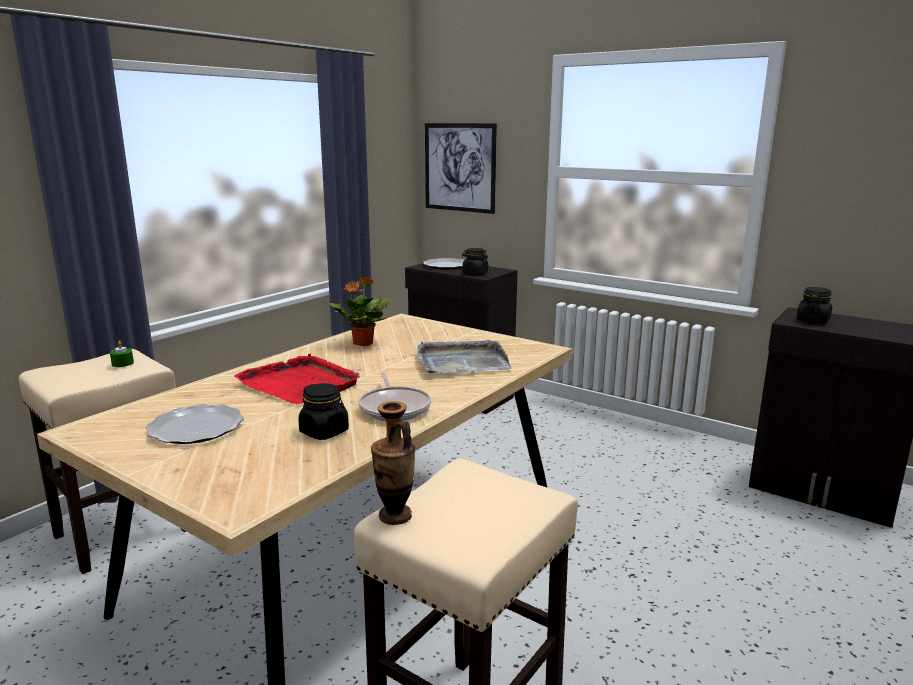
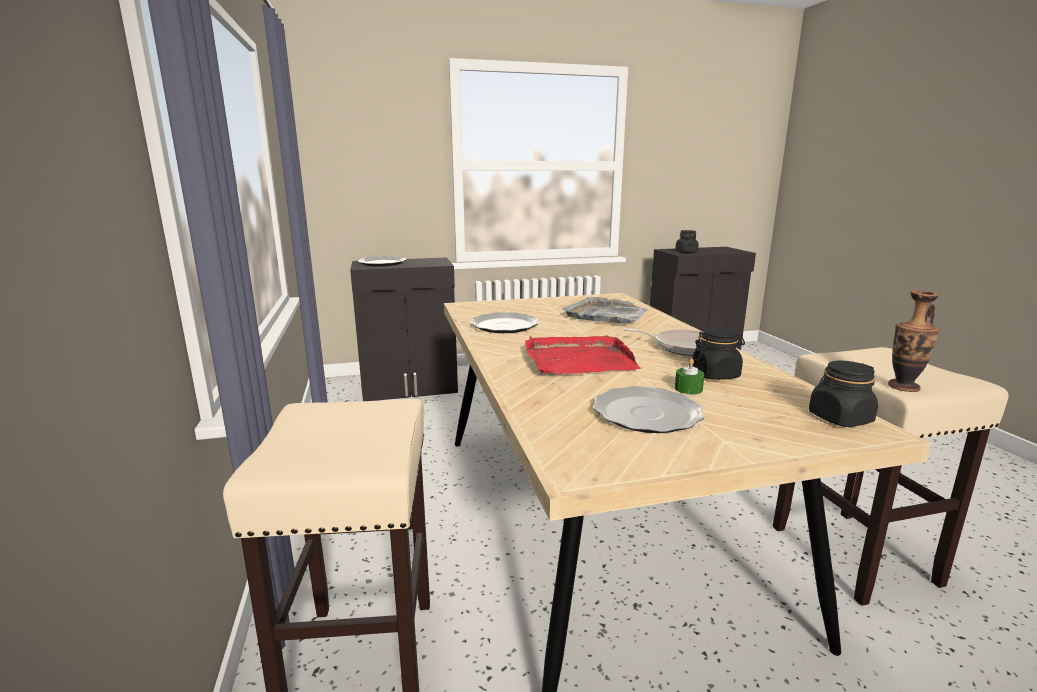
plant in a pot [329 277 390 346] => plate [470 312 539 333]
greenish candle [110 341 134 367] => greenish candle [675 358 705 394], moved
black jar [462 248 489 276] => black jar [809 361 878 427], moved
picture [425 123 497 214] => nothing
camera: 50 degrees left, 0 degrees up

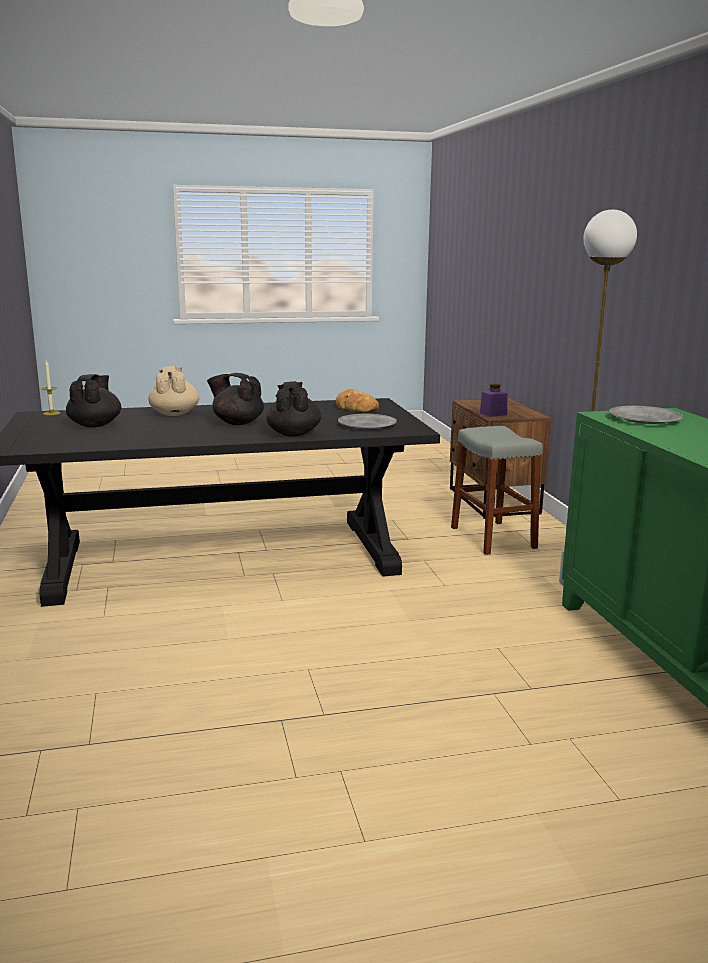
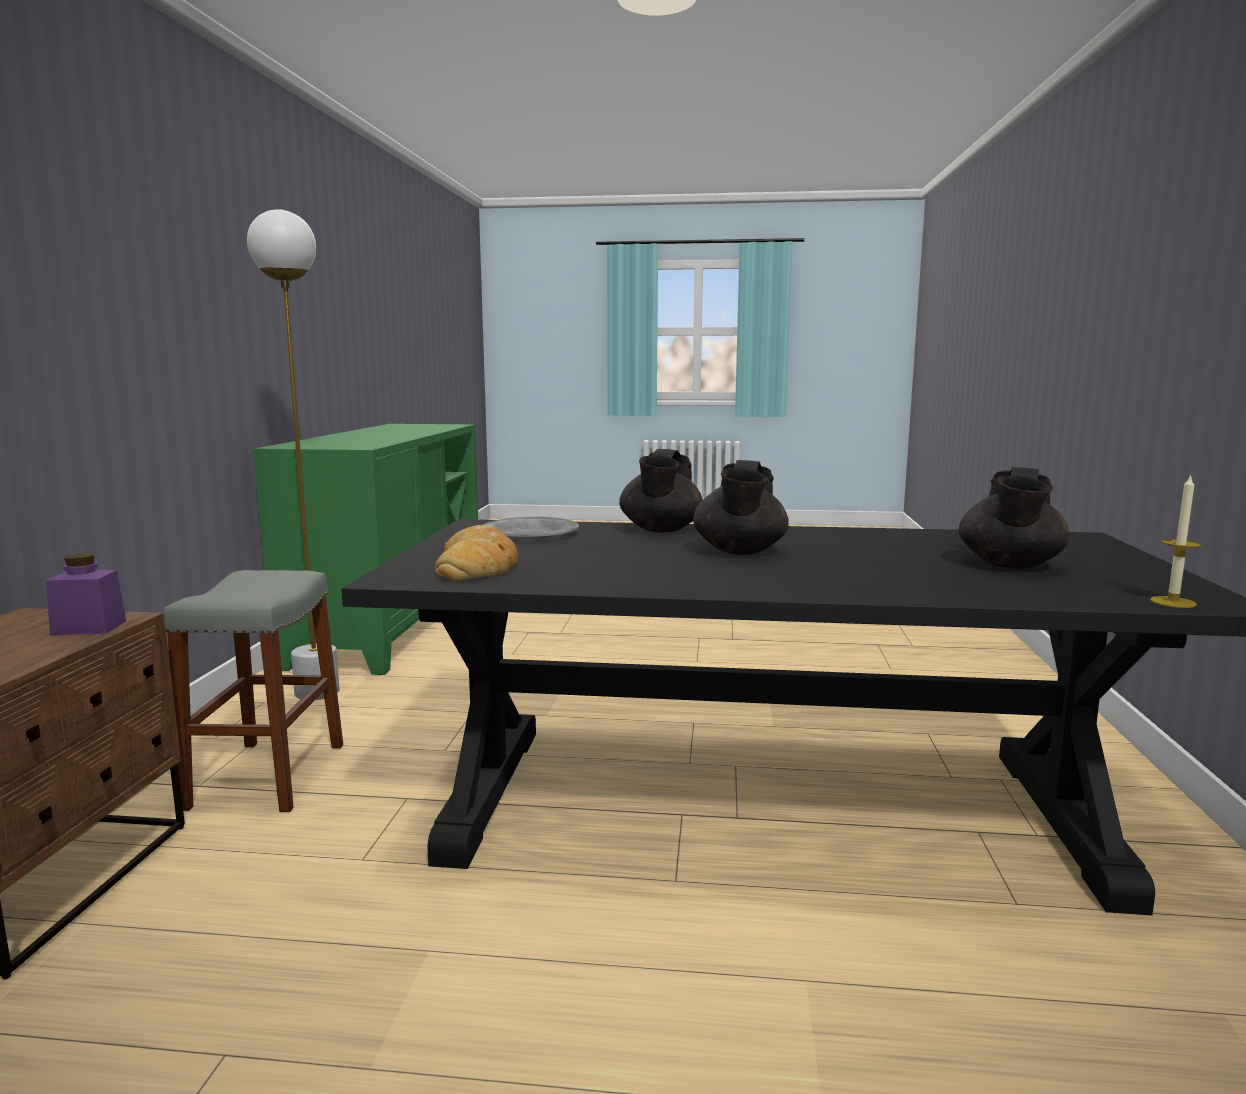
black teapot [207 373 264 425] => black teapot [693 460 789 555], 60 degrees clockwise
sand-coloured teapot [148 366 199 416] => nothing
grey plate [609 406 683 424] => nothing
camera: 160 degrees left, 5 degrees down

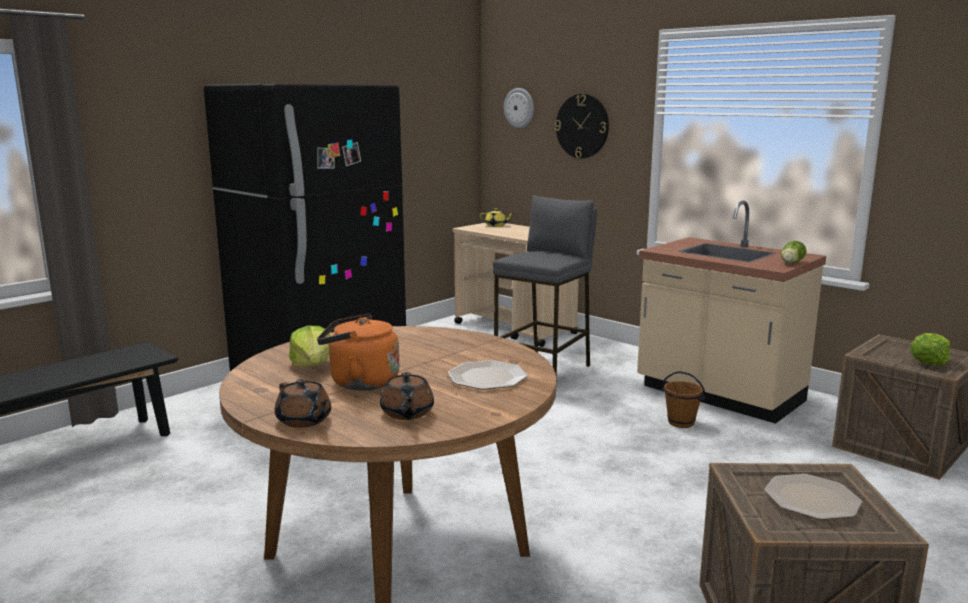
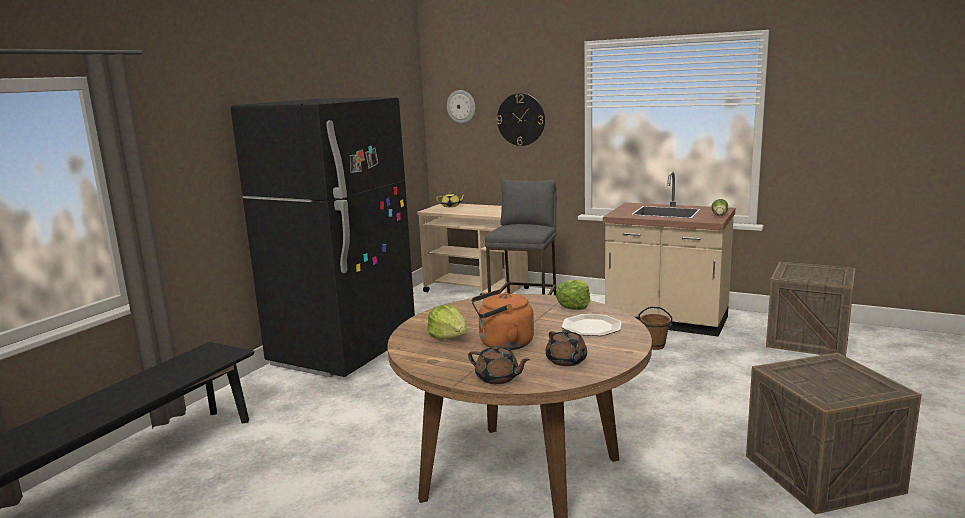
head of lettuce [910 333 950 365] => head of lettuce [556 279 590 310], moved
plate [764 474 862 520] => nothing
camera: 15 degrees left, 0 degrees up

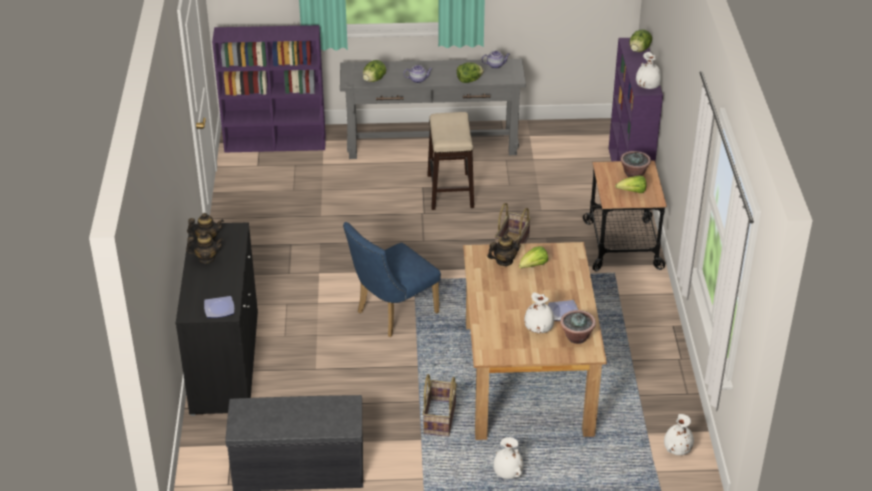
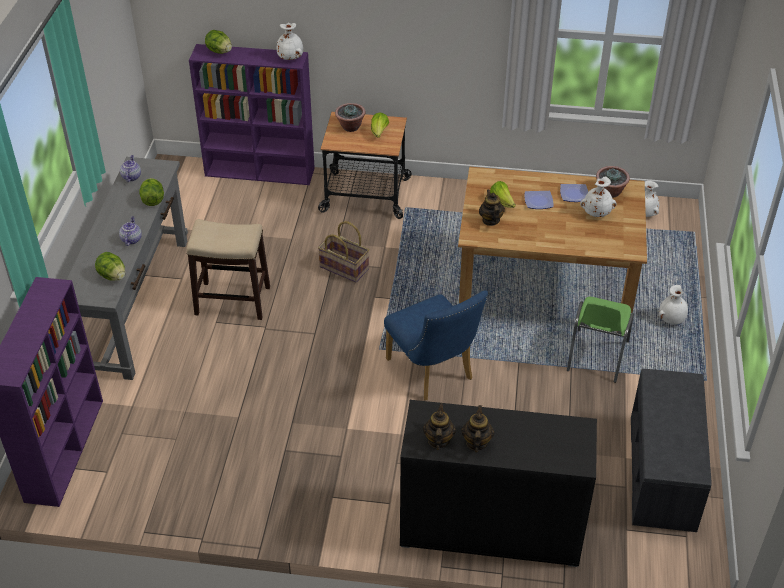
plate [204 296 234 318] => plate [525 191 553 209], moved
basket [423 374 457 437] => greenish plain chair [567 297 634 383]
camera: 80 degrees left, 5 degrees up

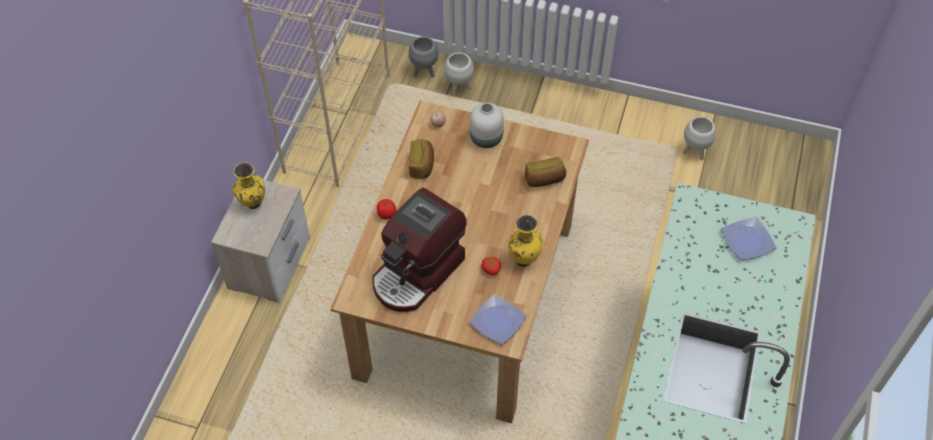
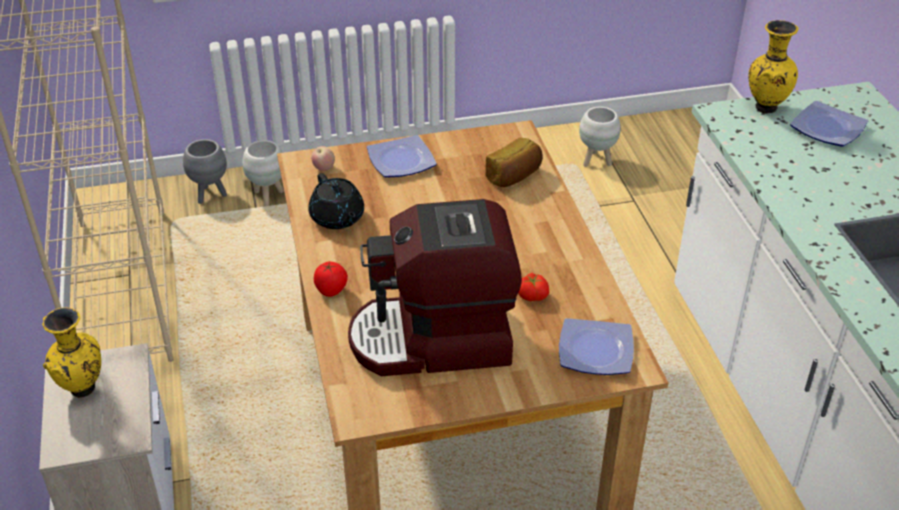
bakery bread [409 139 434 179] => black teapot [308 173 364 229]
coffee brewer [372 188 467 312] => coffee brewer [348 199 522 376], 75 degrees clockwise
whitish decorative vase [470 103 504 148] => plate [367 135 437 178]
yellow decorative vase [508 215 543 267] => yellow decorative vase [748 20 798 113], moved
camera: 30 degrees left, 15 degrees down

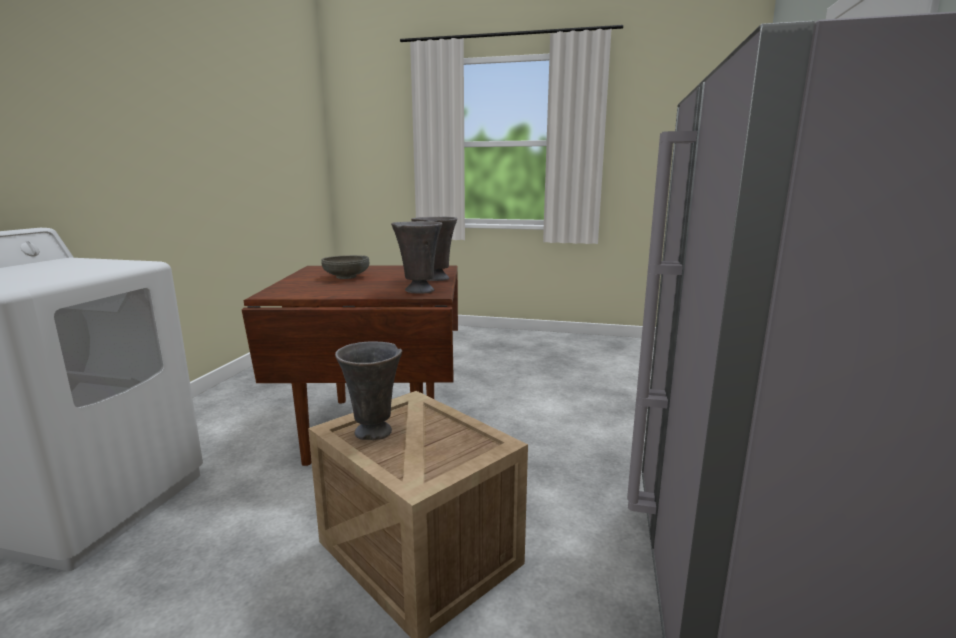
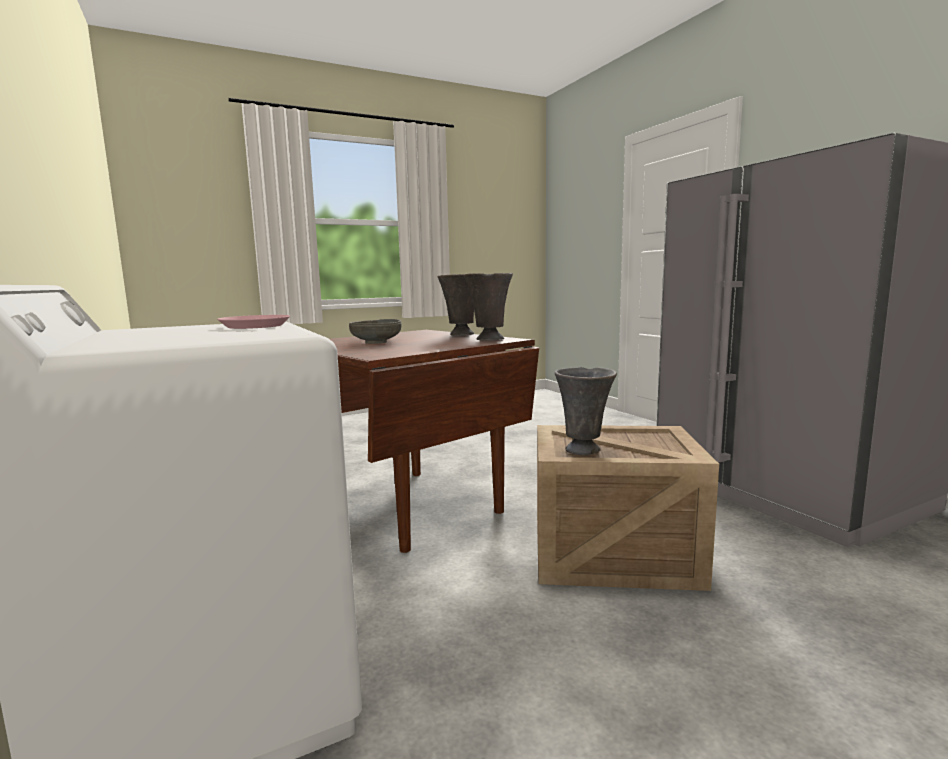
nothing => pinkish plate [217 315 290 329]
camera: 40 degrees left, 5 degrees down

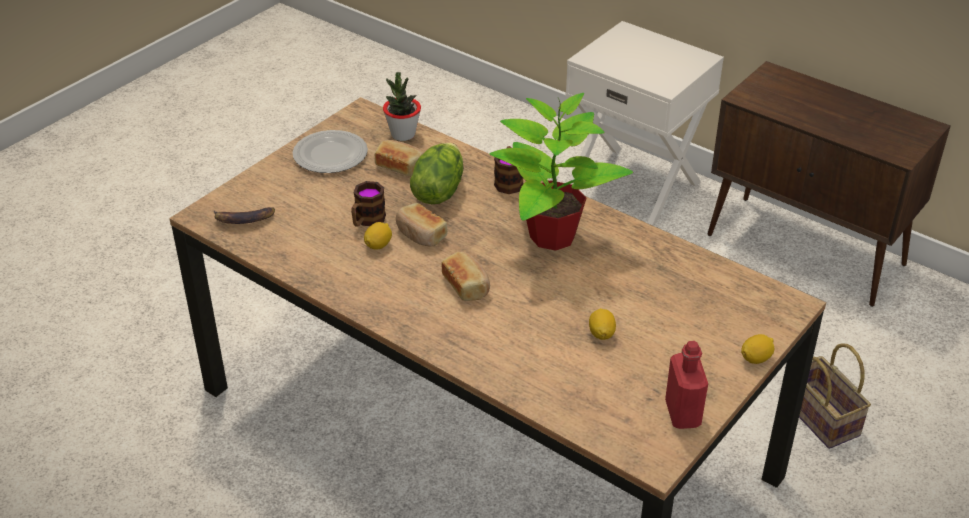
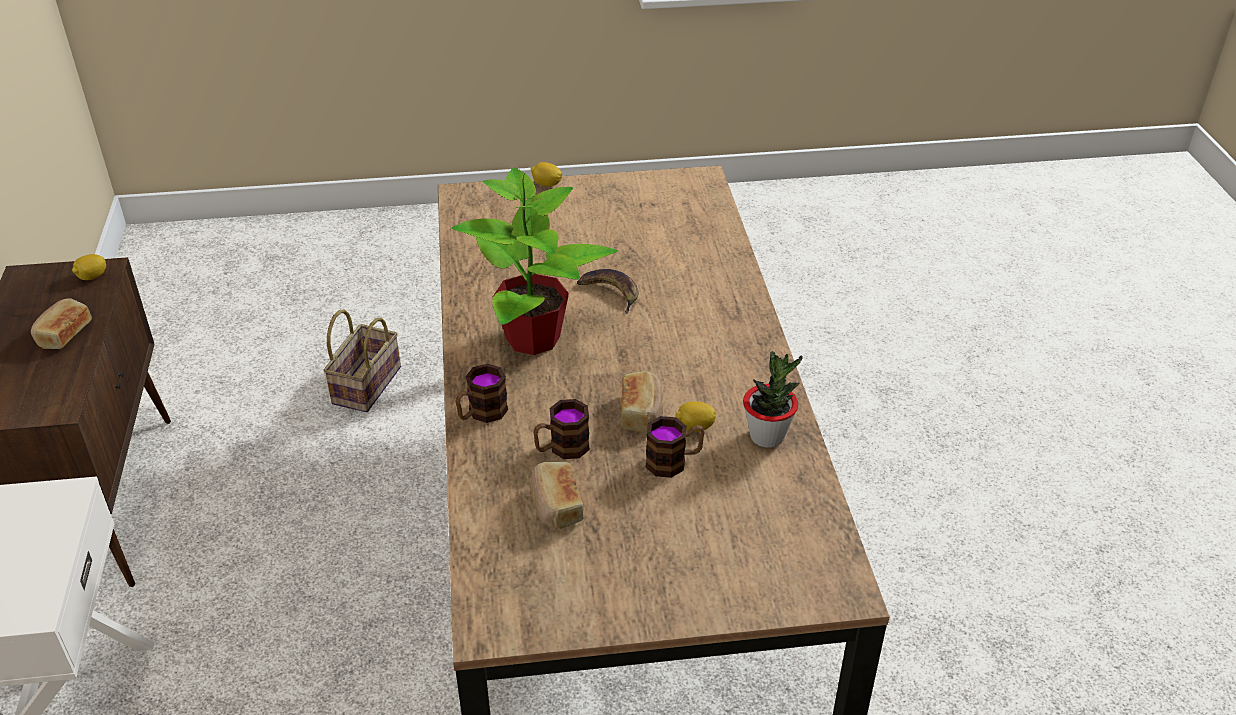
bakery bread [441 252 490 301] => bakery bread [31 298 92 349], moved
lemon [589 308 616 340] => lemon [72 254 106 280], moved
head of lettuce [410 143 463 204] => coffee mug [533 399 590 459]
banana [214 207 275 224] => banana [577 269 639 314], moved
plant in a pot [383 72 421 141] => plant in a pot [743 351 803 448], moved
plate [292 130 368 173] => nothing
reddish drink bottle [665 341 708 429] => nothing
camera: 135 degrees left, 0 degrees up

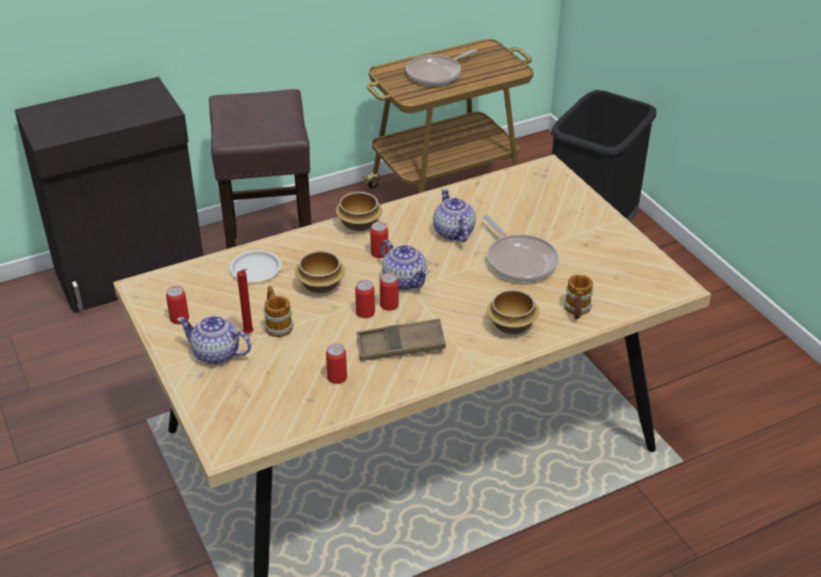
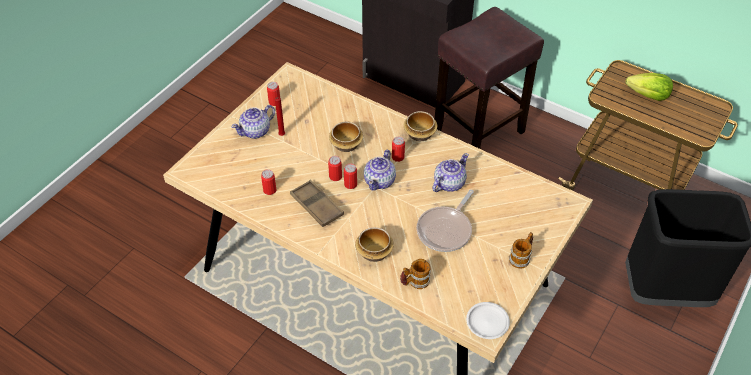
teapot [177 315 251 365] => teapot [231 105 275 139], 120 degrees counterclockwise
whitish plate [230 250 281 282] => whitish plate [466 302 510 339], moved
coffee mug [264 286 294 337] => coffee mug [509 232 533 268], moved
frying pan [406 49 477 86] => head of lettuce [626 73 673 101]
camera: 60 degrees right, 10 degrees up

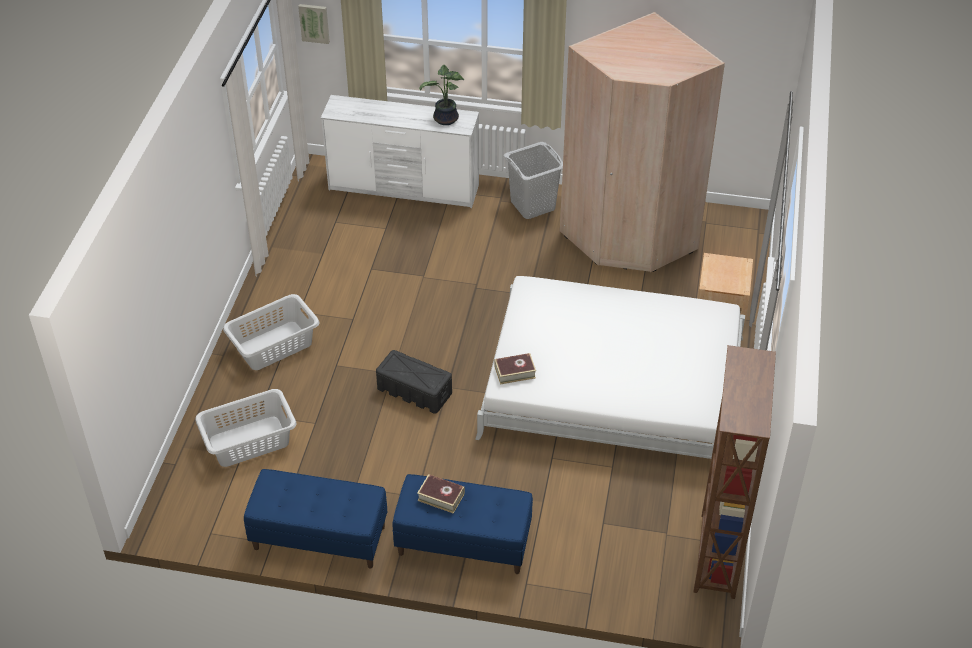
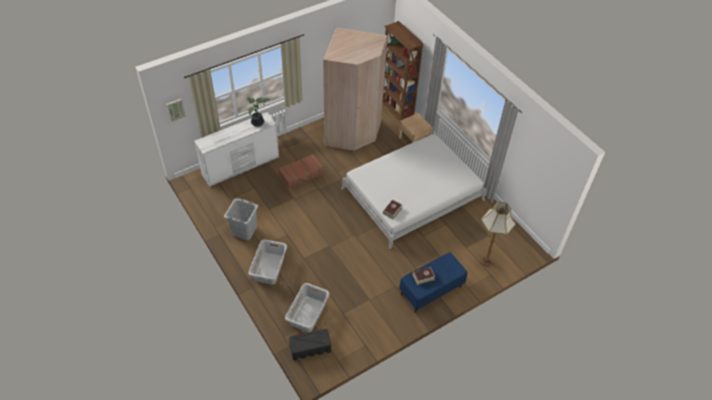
grey washing basket [504 142 563 219] => grey washing basket [224 198 258 240], moved
nothing => brownish travel case [278 154 323 189]
black storage container [376 350 452 414] => black storage container [289 329 331 360], moved
brownish bookshelf [693 345 776 599] => brownish bookshelf [383 21 424 121], moved
nothing => standard lamp [481 201 516 267]
blue-coloured long seat [244 469 387 569] => nothing
camera: 45 degrees left, 5 degrees up

